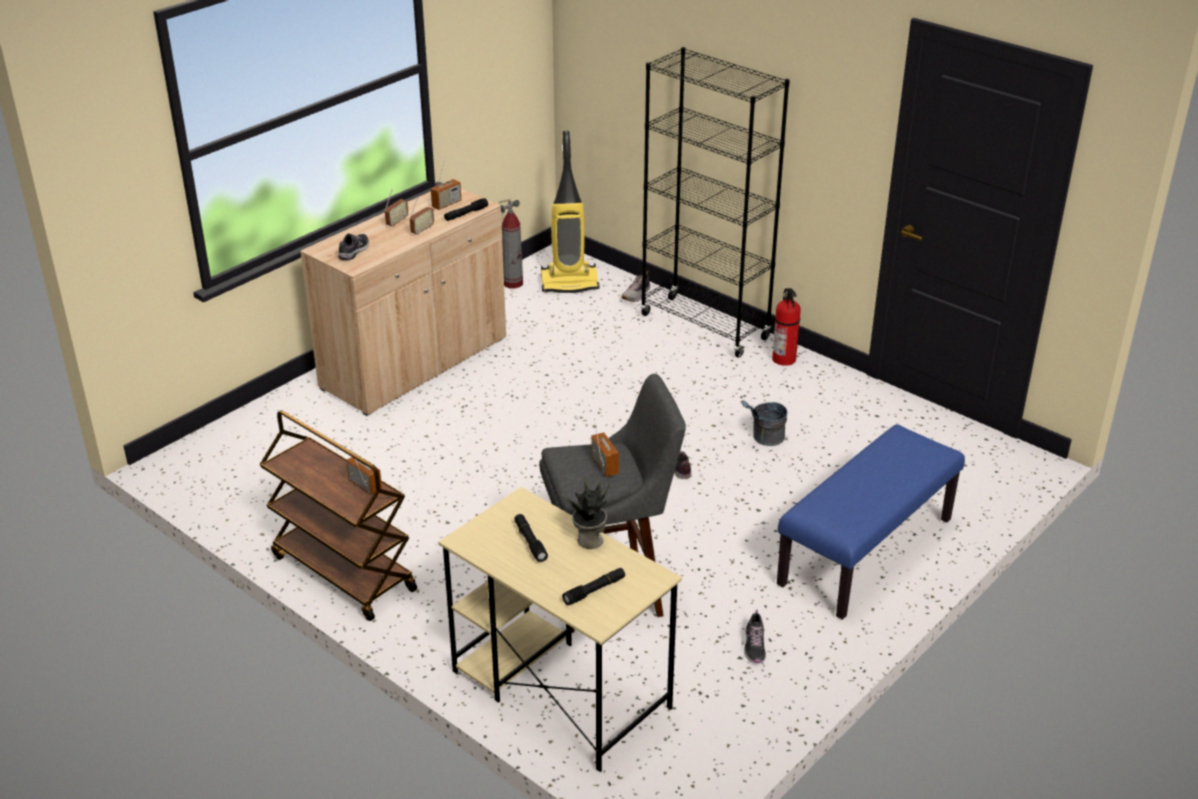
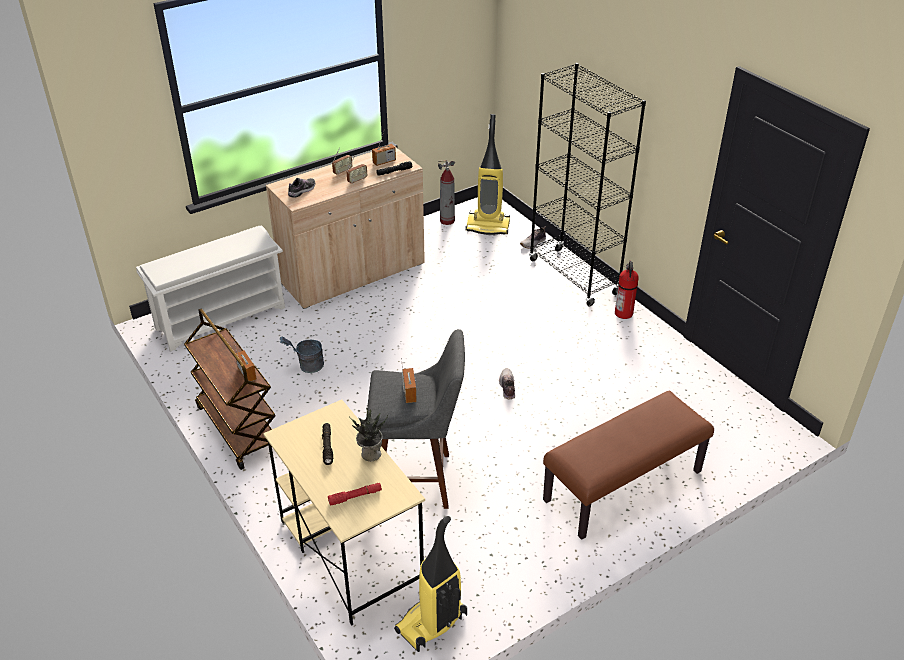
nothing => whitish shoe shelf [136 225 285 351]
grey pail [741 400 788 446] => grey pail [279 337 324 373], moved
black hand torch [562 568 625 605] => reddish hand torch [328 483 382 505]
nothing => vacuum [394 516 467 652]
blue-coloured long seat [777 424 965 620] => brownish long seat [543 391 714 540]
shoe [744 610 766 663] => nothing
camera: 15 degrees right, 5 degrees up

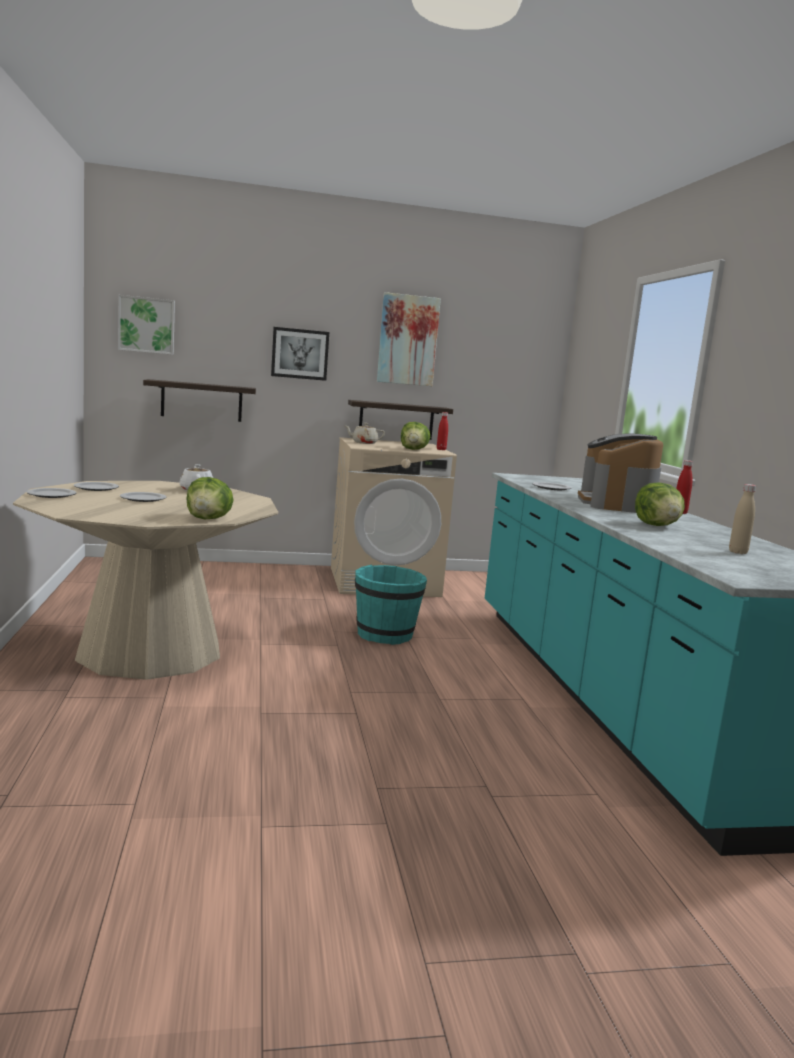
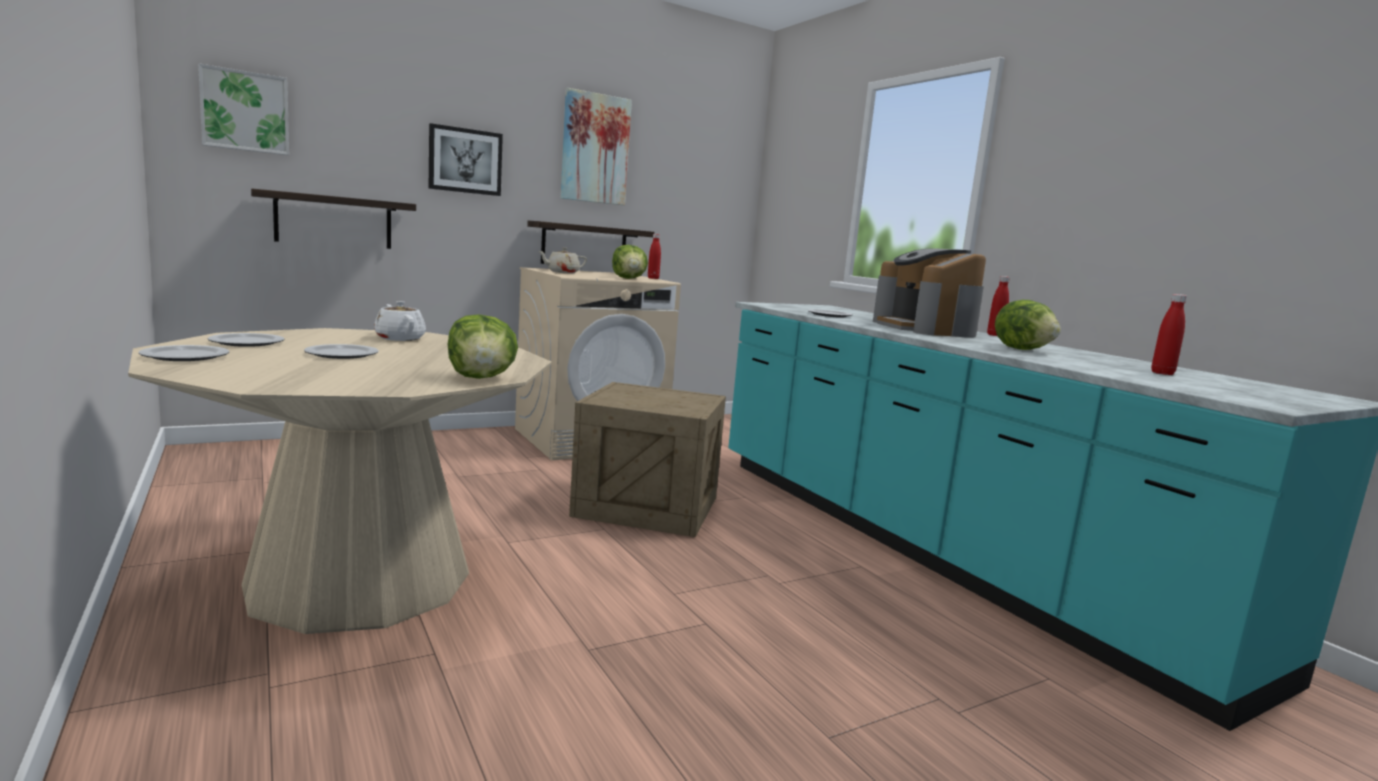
turquoise-coloured pail [355 565 427 645] => crate [569 382 726 537]
sand-coloured drink bottle [729 484 756 554] => reddish drink bottle [1151 294 1187 375]
camera: 20 degrees left, 0 degrees up

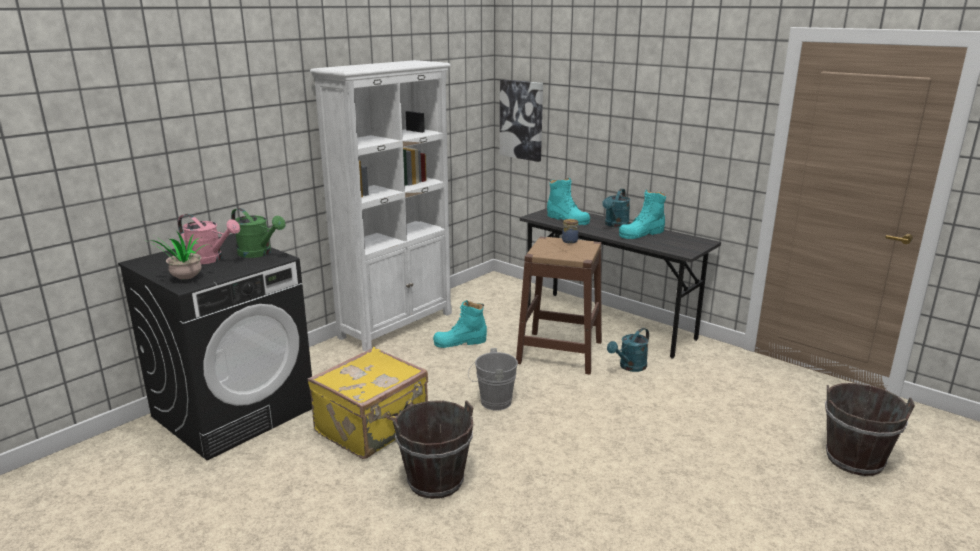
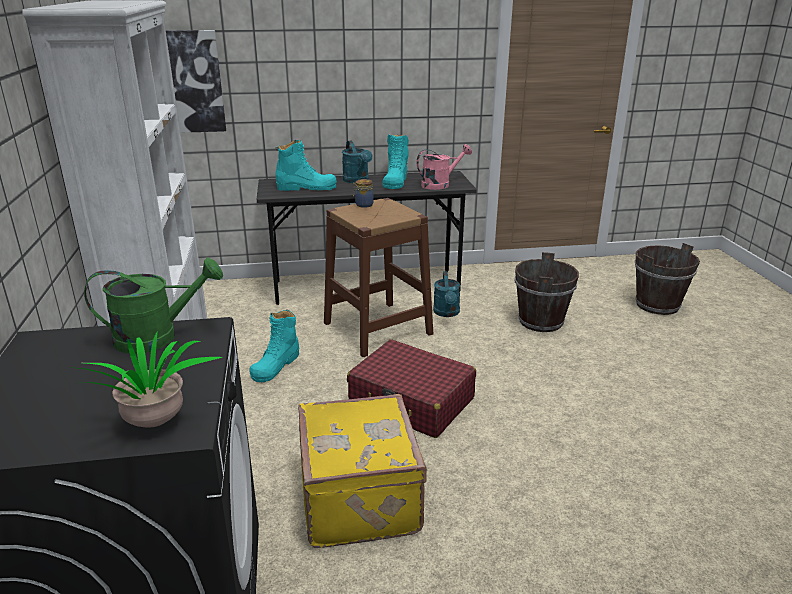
grey pail [468 348 518 411] => reddish travel case [347 340 476 438]
pinkish watering can [178 214 240 264] => pinkish watering can [417 144 472 190], moved
brownish pail [392 400 473 499] => brownish pail [514 252 579 332], moved
camera: 50 degrees left, 5 degrees up

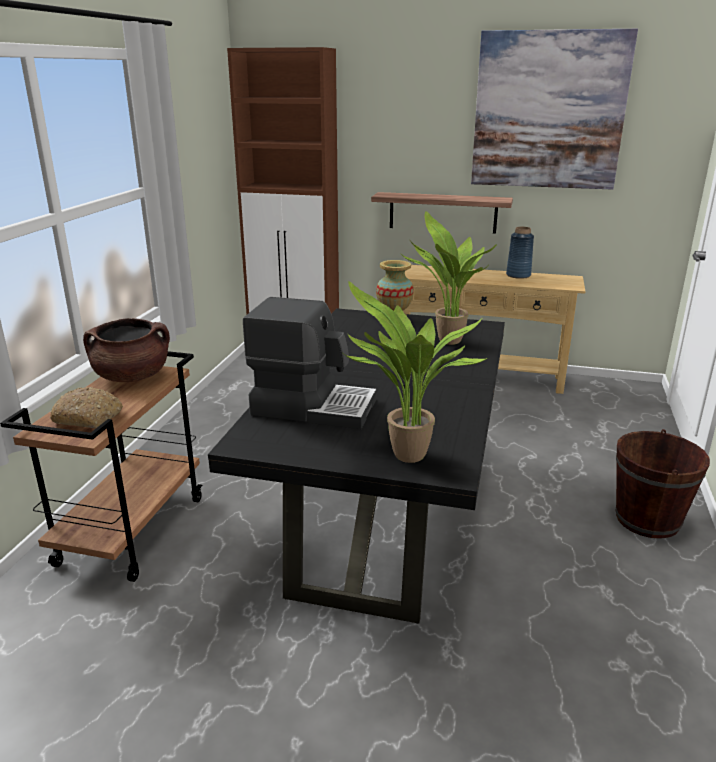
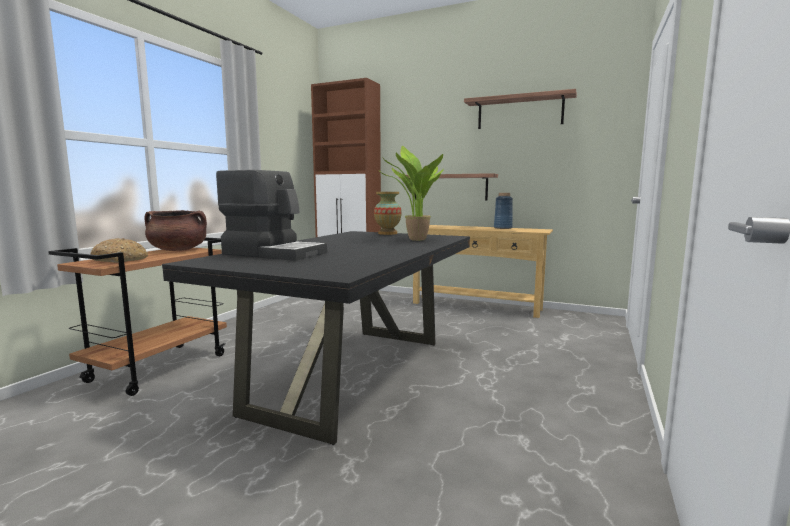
picture [471 29 638 190] => shelf [464 89 577 129]
plant in a pot [343 281 489 463] => nothing
brownish pail [616 429 710 539] => nothing
camera: 10 degrees right, 15 degrees down

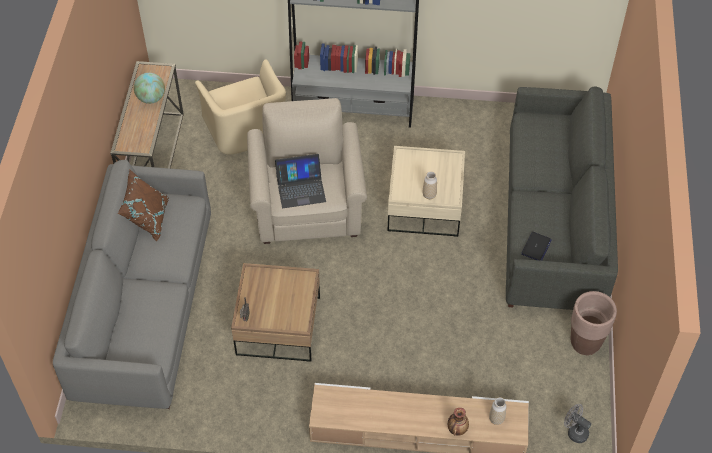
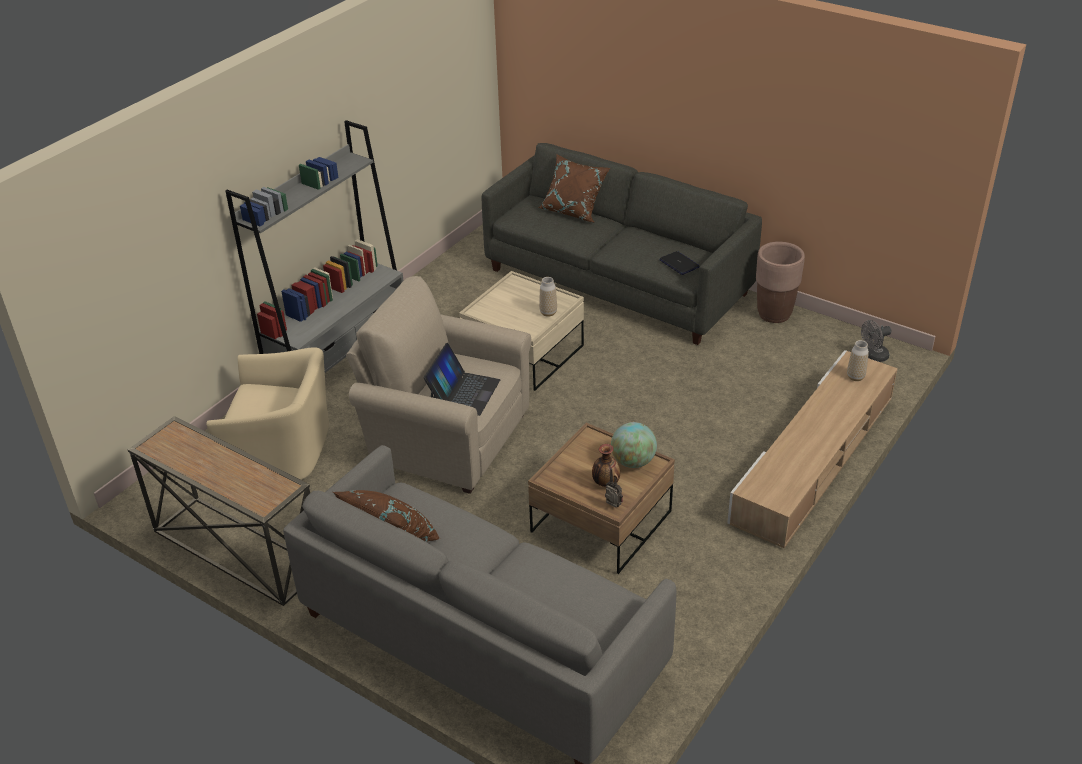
nothing => brownish throw pillow [538 154 610 223]
decorative vase [448 408 469 436] => decorative vase [592 444 620 487], moved
desk globe [134 73 165 104] => desk globe [611 422 657 468], moved
camera: 60 degrees left, 15 degrees down

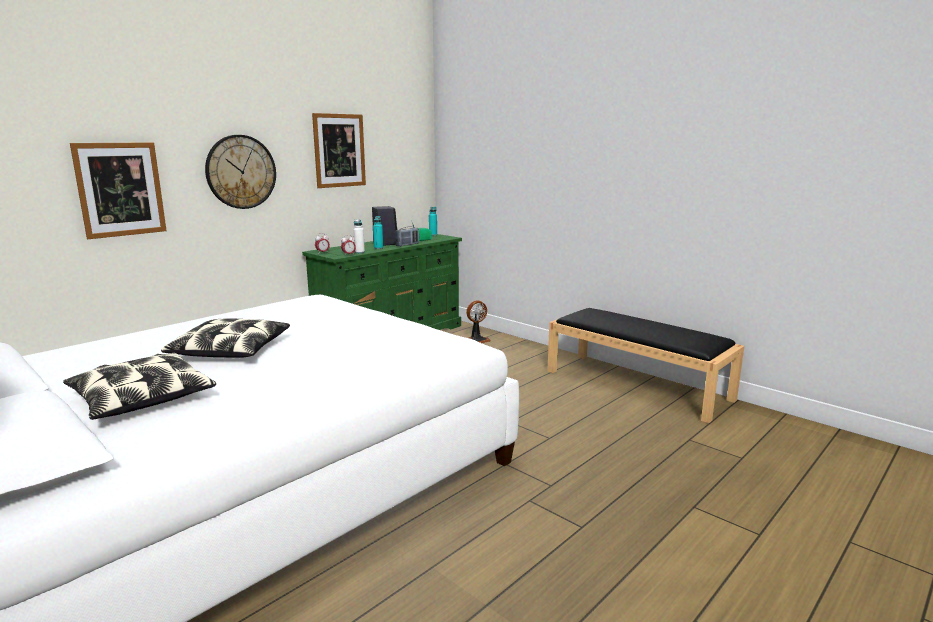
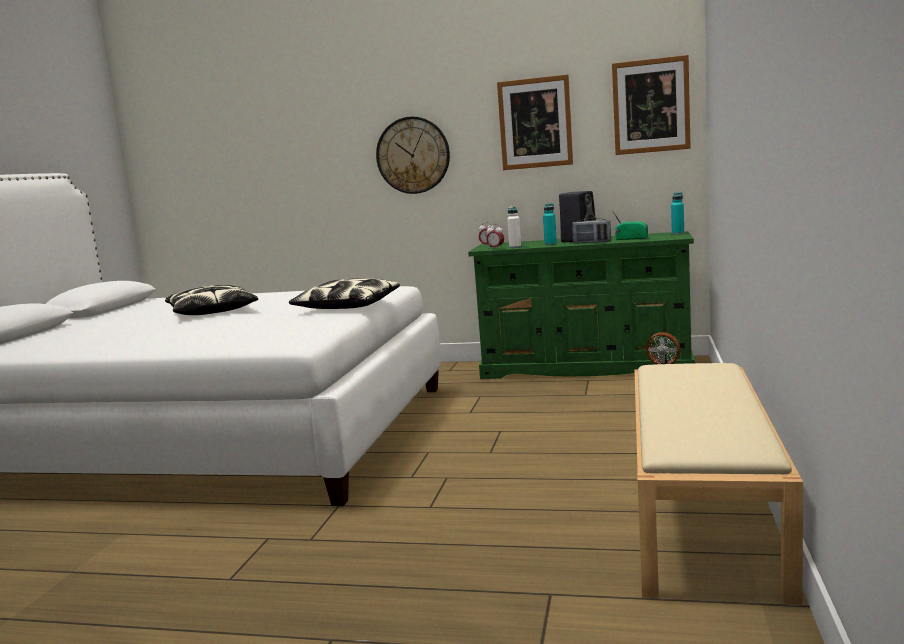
throw pillow [63 353 216 420] => throw pillow [289 278 400 309], moved
picture [70 142 167 239] => picture [612 55 691 155], moved
black long seat [547 308 744 423] => sand-coloured long seat [634 363 803 605]
camera: 60 degrees right, 5 degrees down

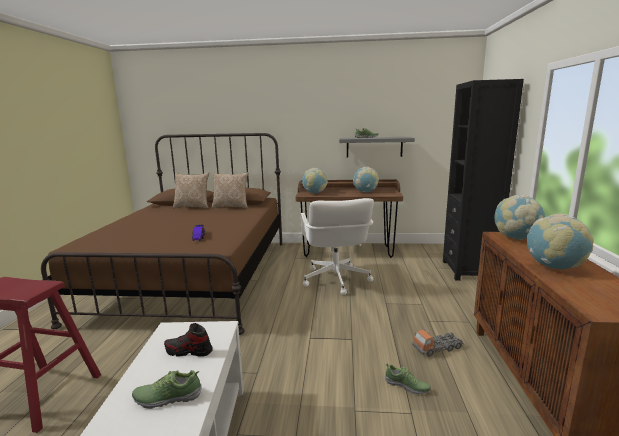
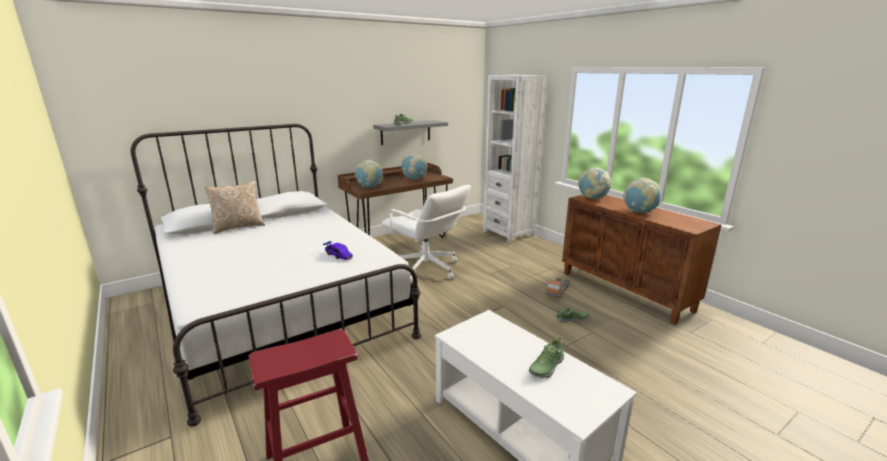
brownish sleeping bed [41 133 282 335] => whitish sleeping bed [131 124 421 426]
black bookshelf [443 79 524 281] => whitish bookshelf [483 75 547 243]
shoe [164 323 213 357] => nothing
throw pillow [211 172 248 209] => nothing
camera: 40 degrees left, 5 degrees up

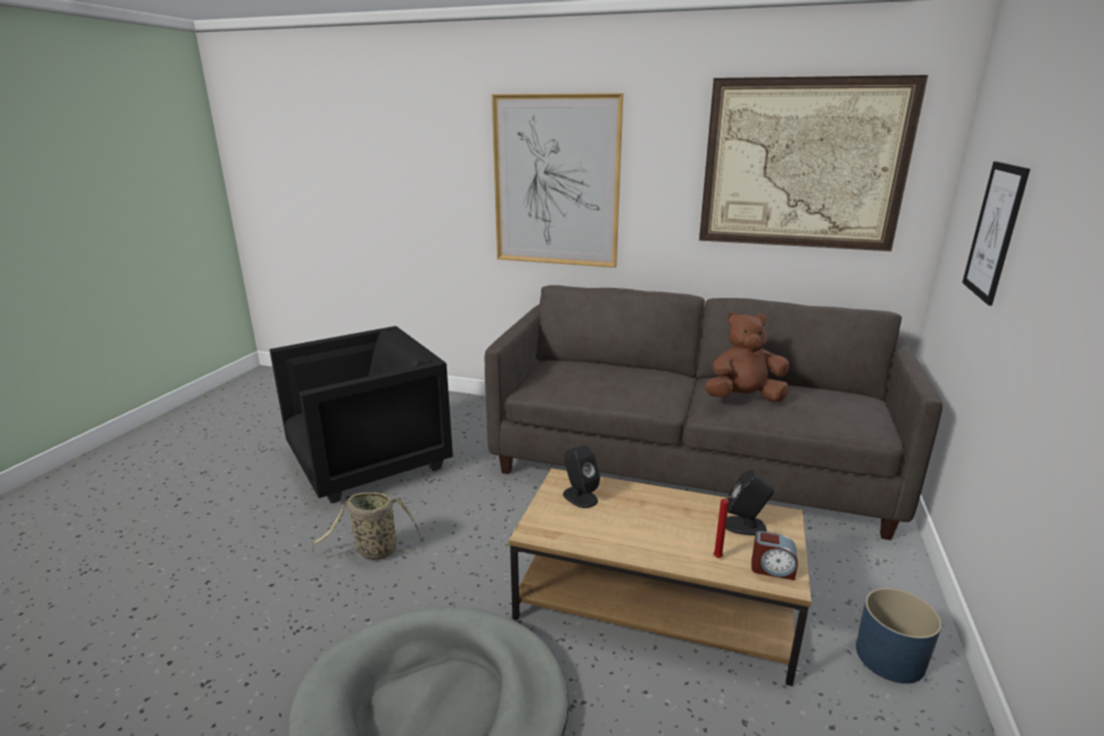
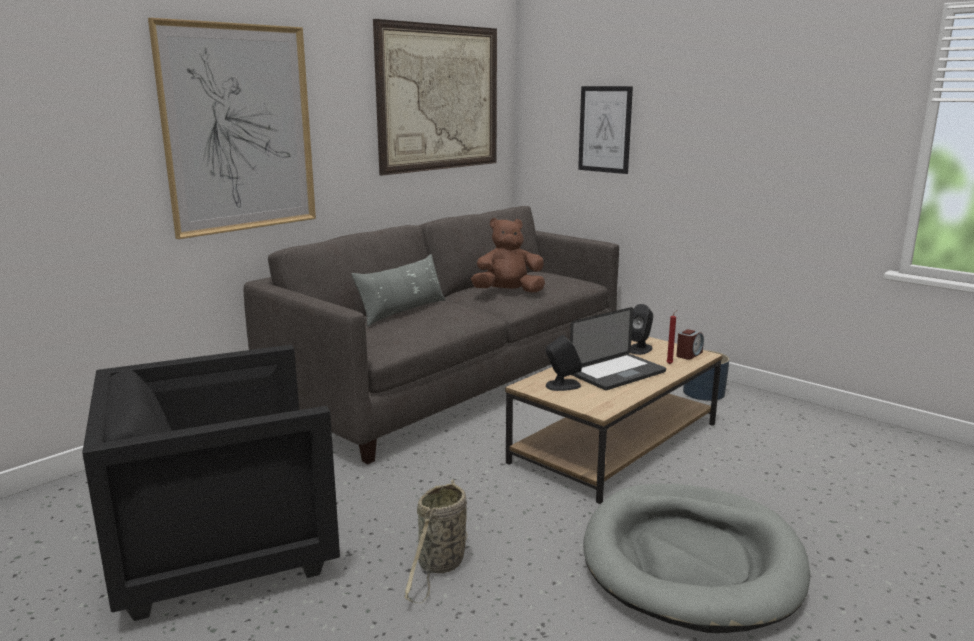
black easy chair [270 326 453 504] => black easy chair [82 345 340 621], 105 degrees counterclockwise
nothing => grey throw pillow [351 254 446 326]
brownish soft toy [705 312 789 402] => brownish soft toy [471 218 545 293], 60 degrees clockwise
nothing => laptop [570 307 666 390]
camera: 65 degrees left, 5 degrees down

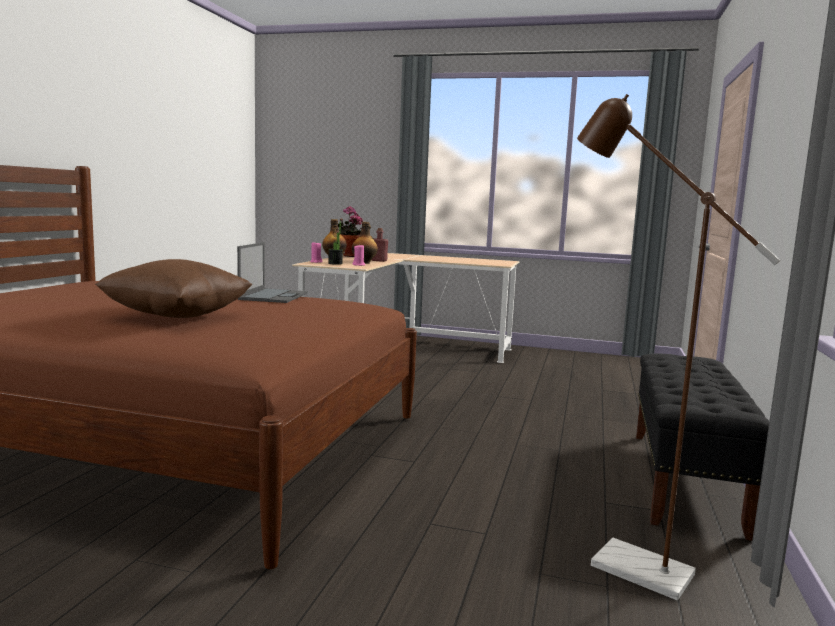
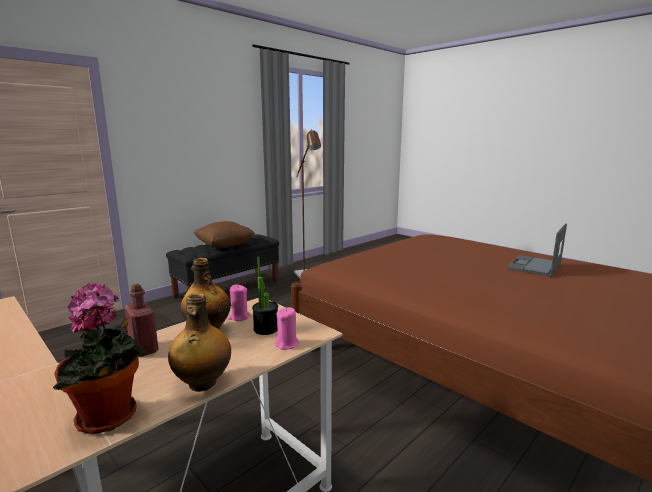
brownish throw pillow [95 259 252 318] => brownish throw pillow [194 221 255 248], moved
laptop [237 242 308 303] => laptop [507 224 567 277], moved
camera: 150 degrees left, 5 degrees up

